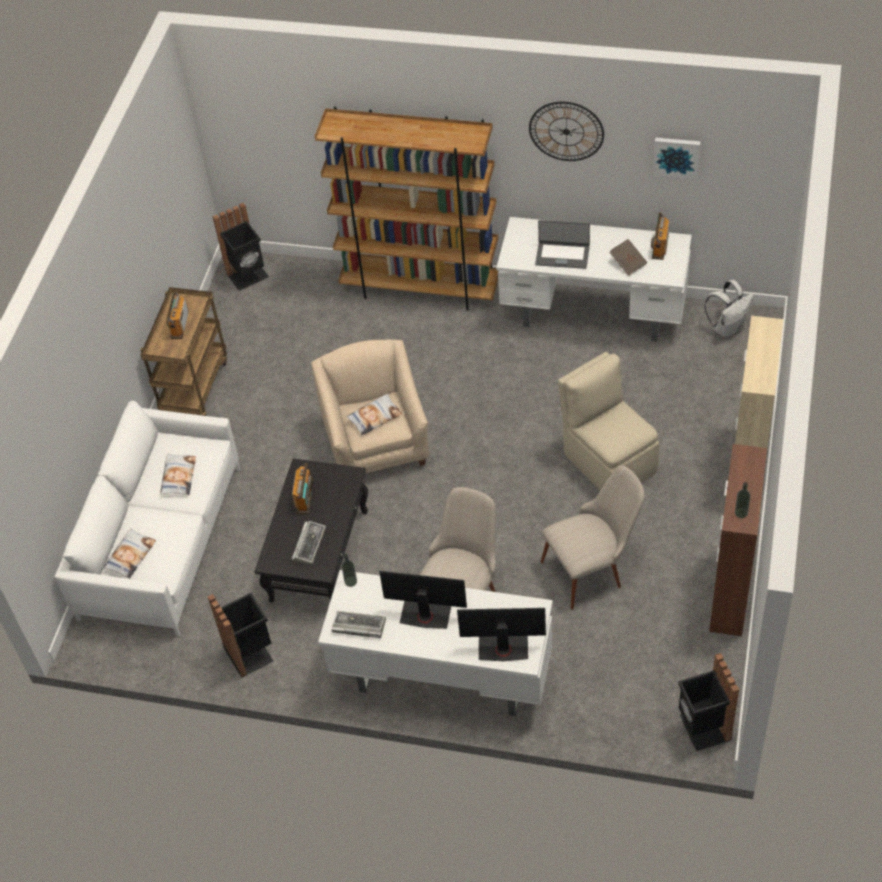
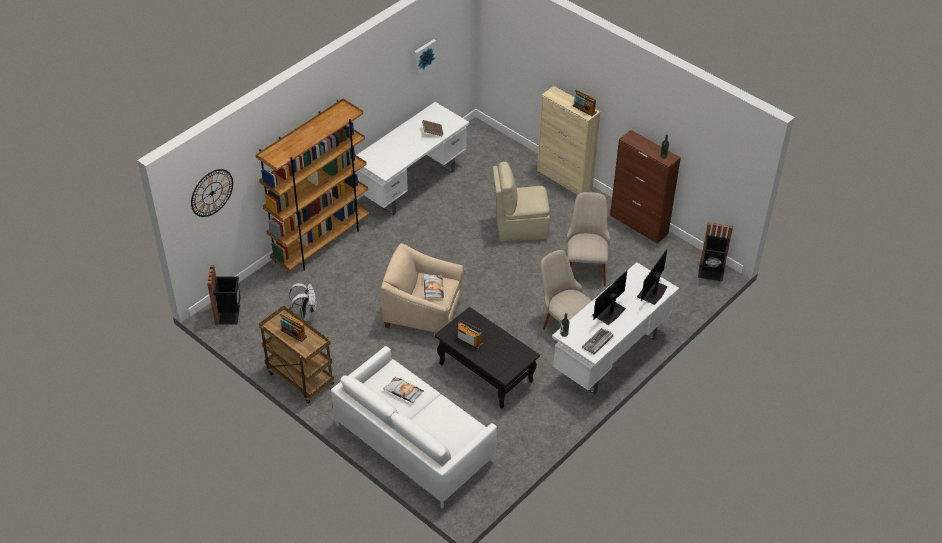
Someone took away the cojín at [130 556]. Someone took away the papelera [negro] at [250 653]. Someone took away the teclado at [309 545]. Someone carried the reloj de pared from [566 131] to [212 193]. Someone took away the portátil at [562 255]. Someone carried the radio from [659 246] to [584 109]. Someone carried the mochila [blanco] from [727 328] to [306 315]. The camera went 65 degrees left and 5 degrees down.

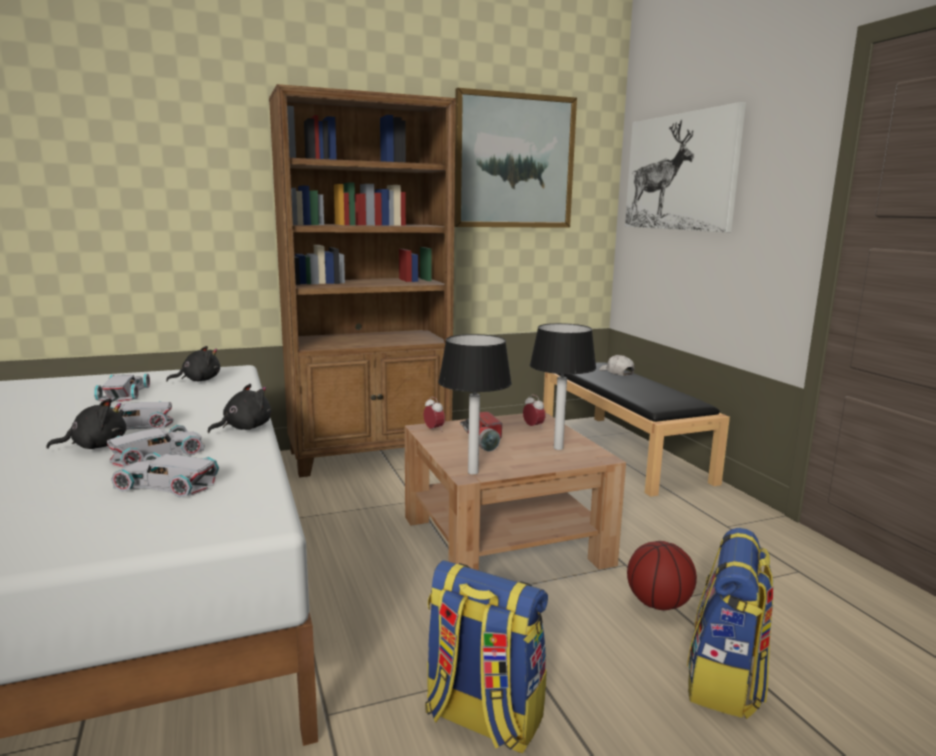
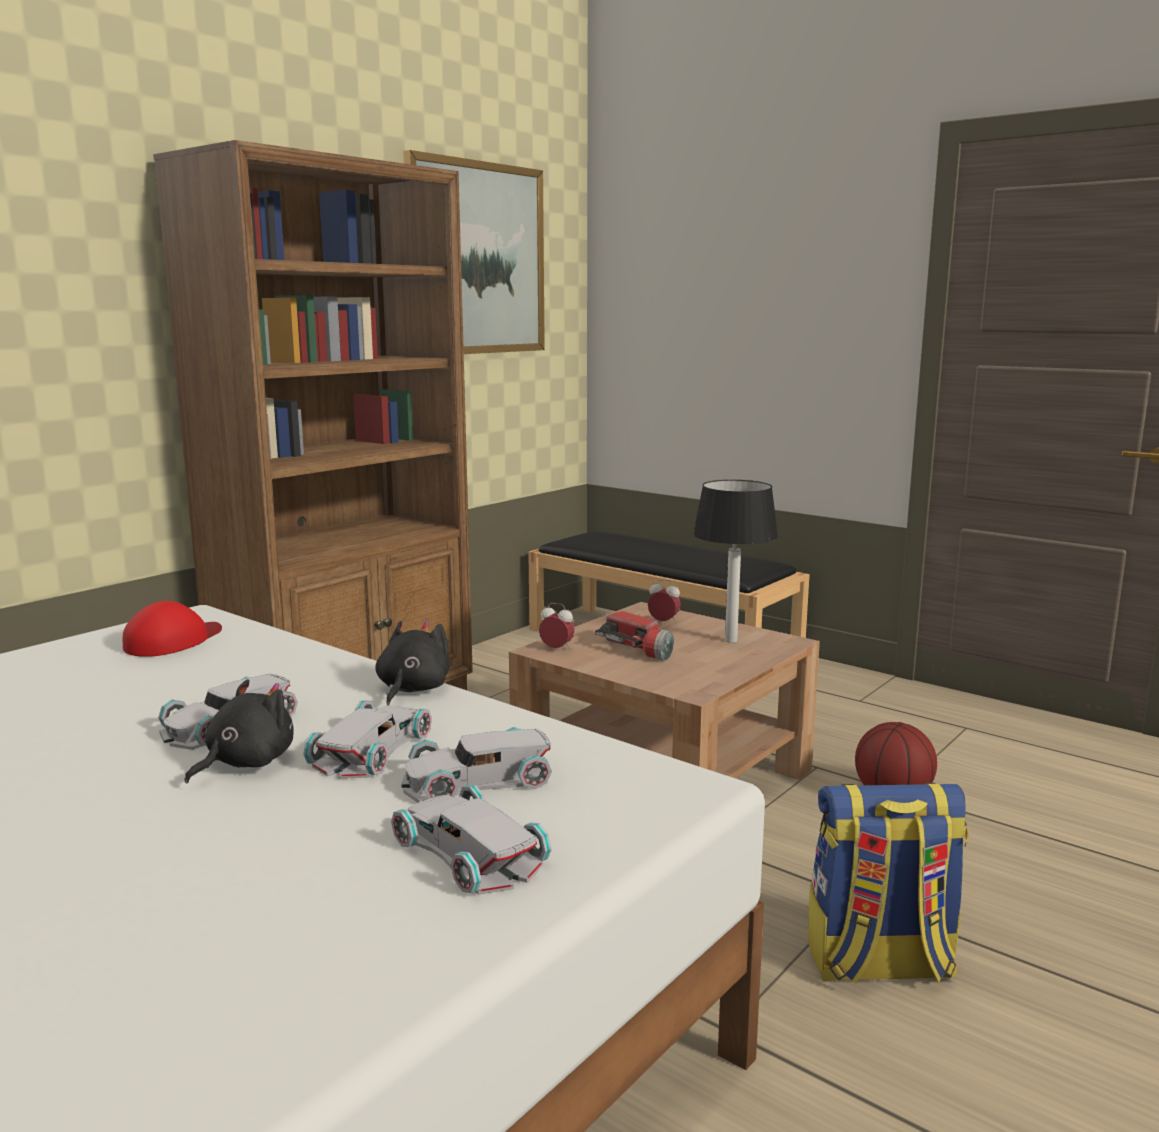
Someone carried the coche de juguete [blanco] from [125 393] to [470 850]. Someone swapped the peluche [negro] at [198 380] for the gorra [rojo] at [173 641]. Someone took away the lámpara de mesa at [473 472]. Someone took away the gorra [blanco] at [616 372]. Someone took away the cuadro at [679 172]. Someone took away the mochila at [725 681]. The camera went 30 degrees left and 0 degrees up.

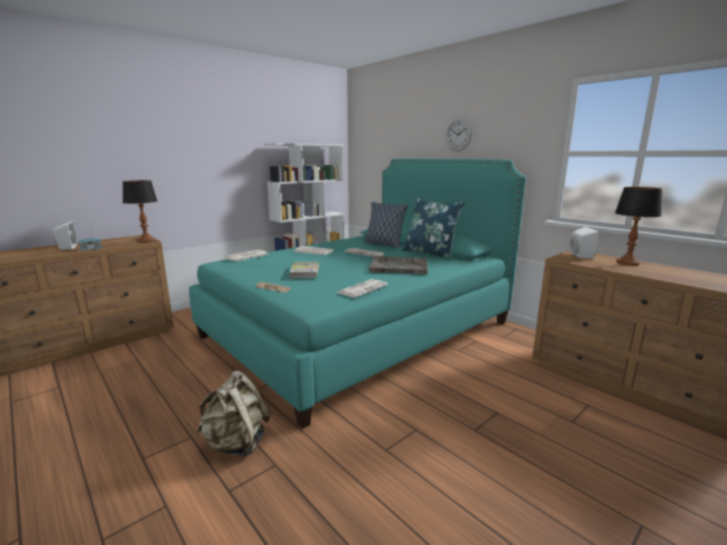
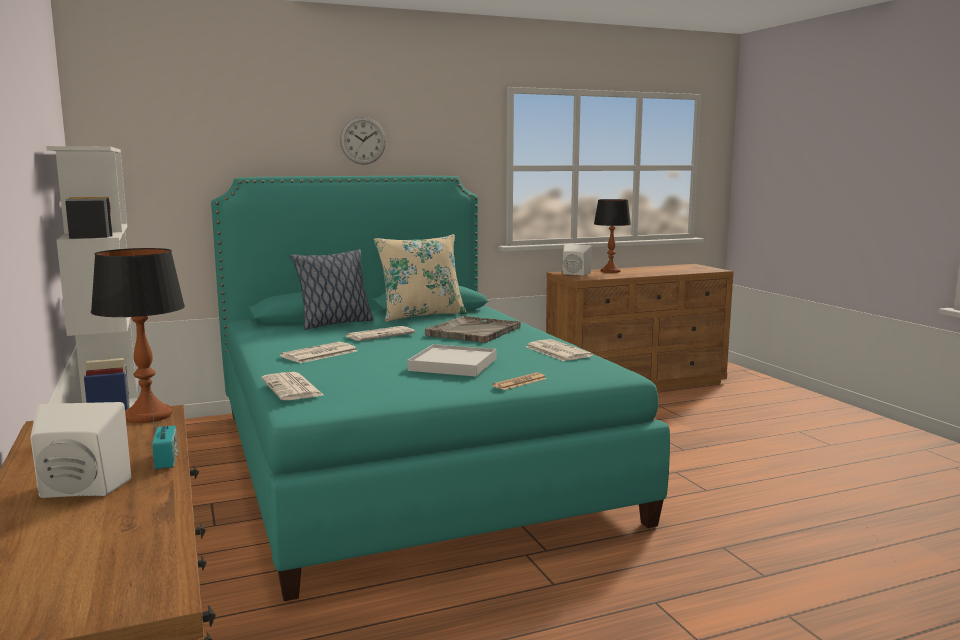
Someone took away the mochila [beis] at [236 443]. Someone swapped the libro at [304 272] for the bandeja [blanco] at [453 365]. Someone repainted the cojín [azul] at [430 253], which became the cojín [beis] at [421 315]. The camera went 70 degrees left and 5 degrees down.

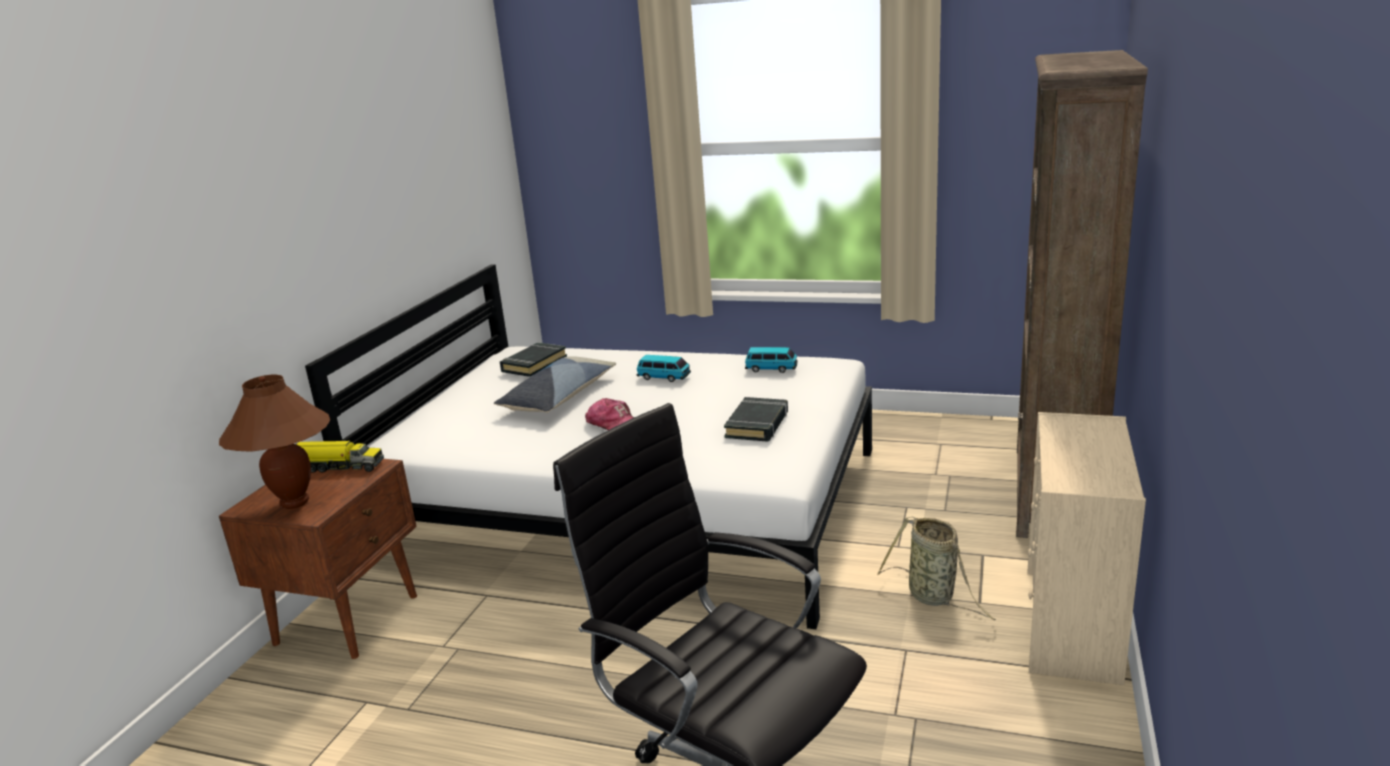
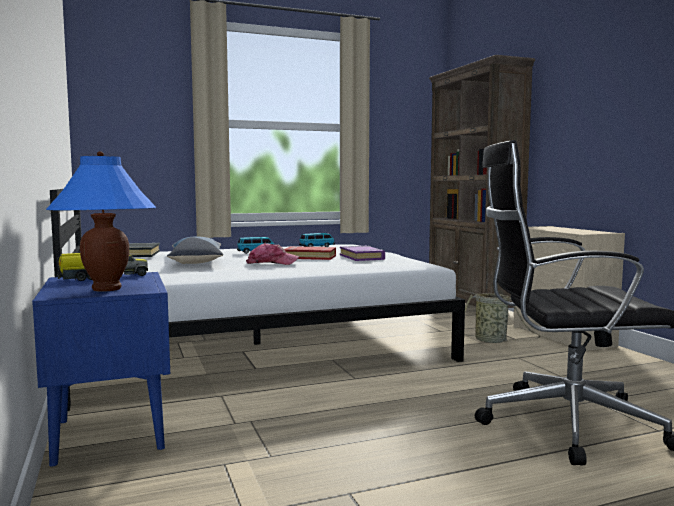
Someone repainted the lámpara de mesa [marrón] at [295 502], which became the lámpara de mesa [azul] at [107 289]. Someone repainted the mesita de noche [marrón] at [349 618], which became the mesita de noche [azul] at [111 433]. Someone repainted the libro [negro] at [757 425], which became the libro [morado] at [362 257]. Someone put down the libro [rojo] at [310 257]. The camera went 40 degrees left and 15 degrees down.

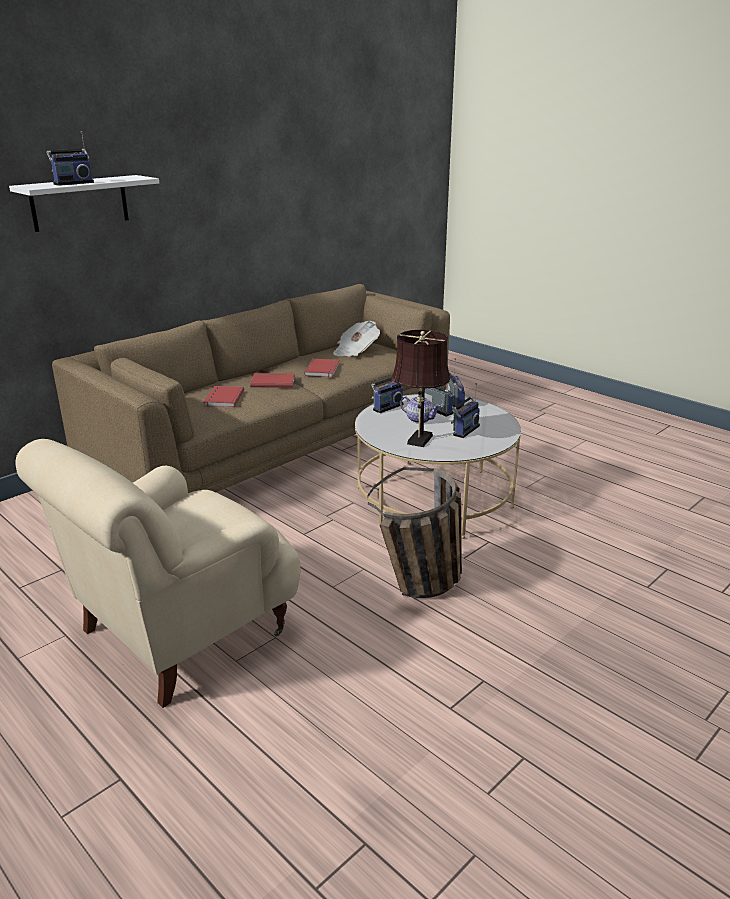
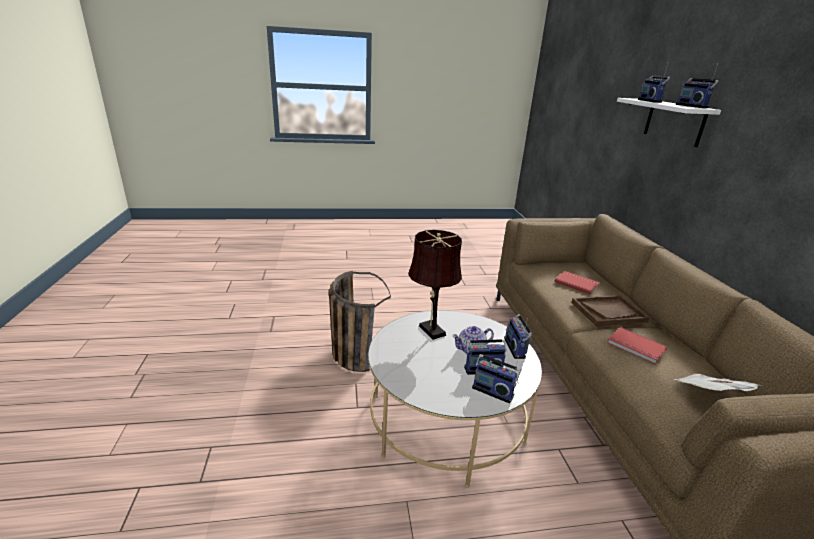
Someone took away the sillón [beis] at [180 634]. Someone swapped the libro [rojo] at [273 382] for the bandeja [marrón] at [608 312]. Someone carried the radio from [464 430] to [692 106]. The camera went 125 degrees right and 0 degrees up.

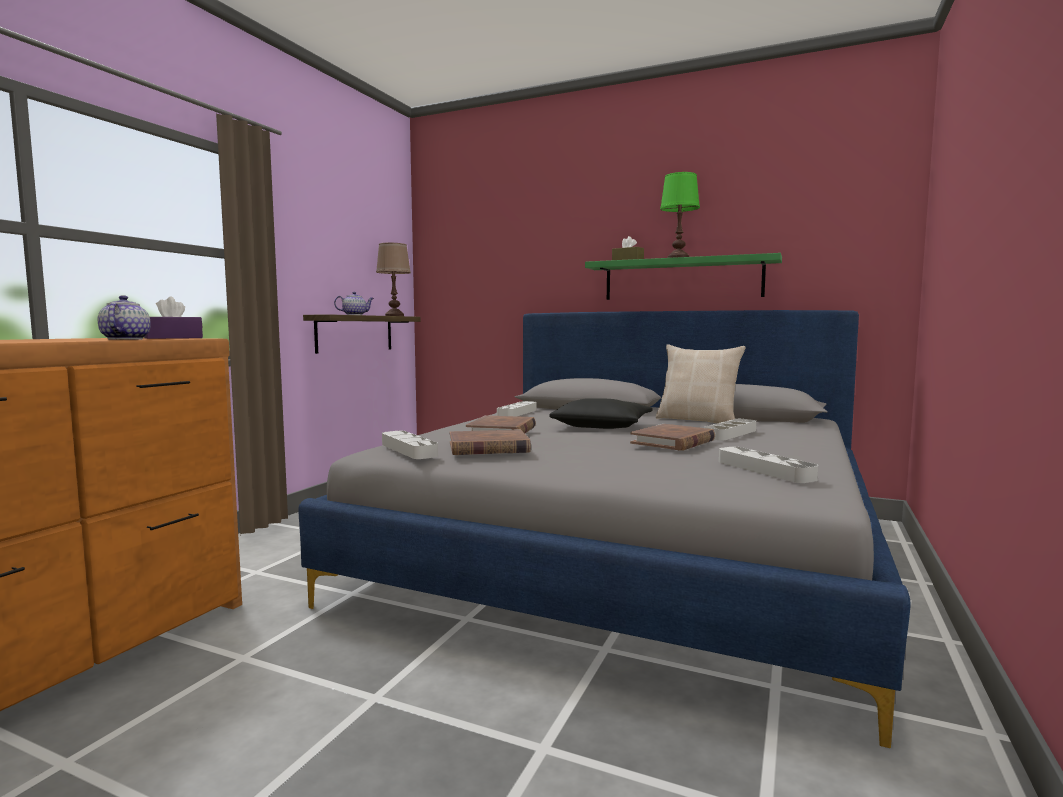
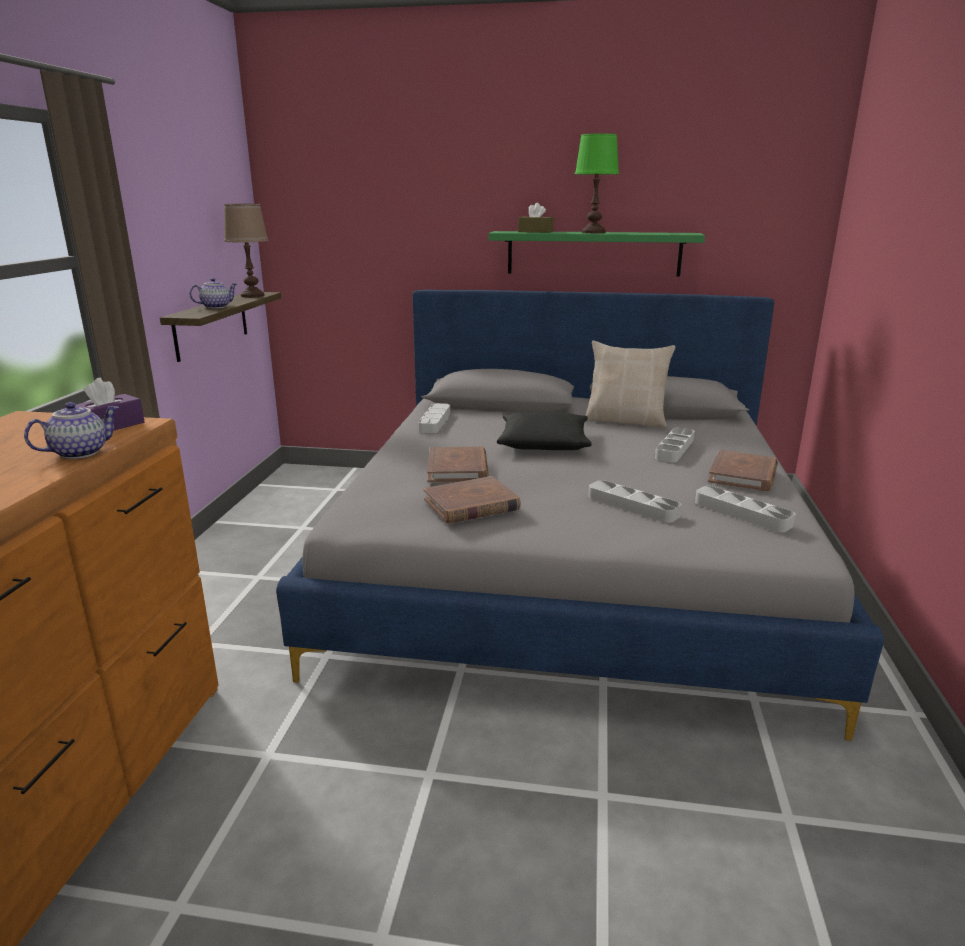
Someone rotated the tetera at [124 339] by 75 degrees clockwise. Someone carried the bandeja [gris] from [408 450] to [632 506]. Someone carried the libro [marrón] from [673 442] to [743 475]. The camera went 15 degrees left and 15 degrees up.

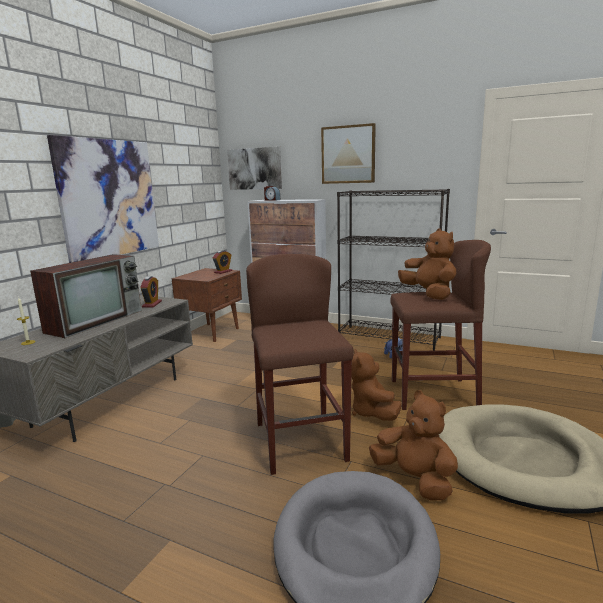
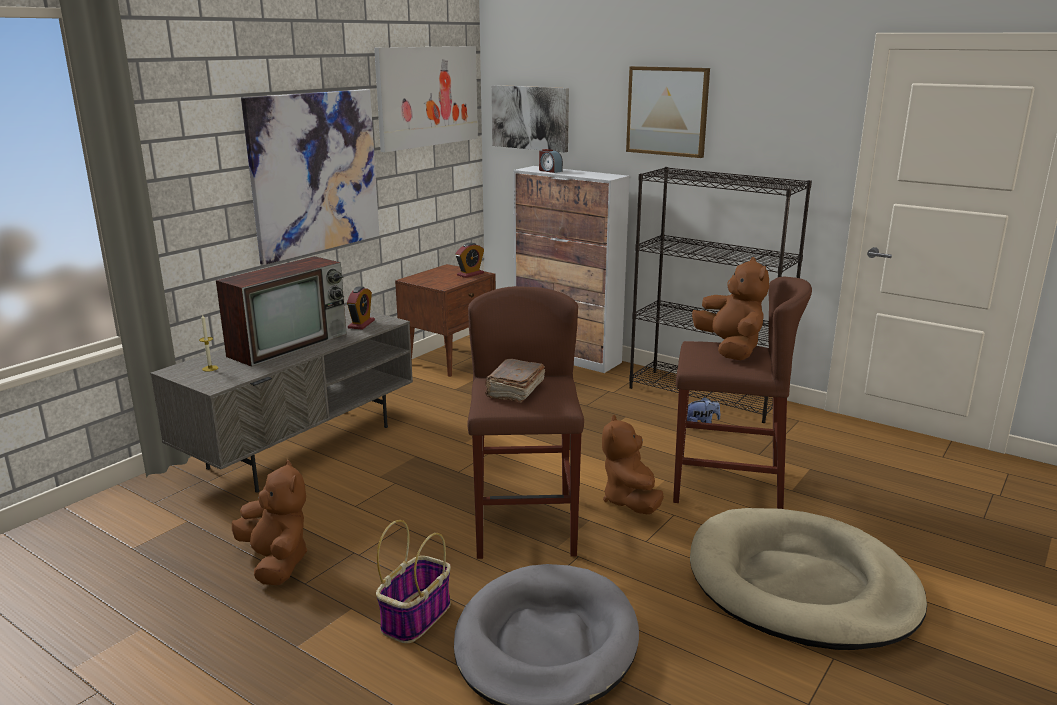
Someone carried the peluche [marrón] from [414 479] to [276 562]. Someone put up the cuadro at [428 96]. Someone put down the cesta at [416 616]. Someone put down the libro [marrón] at [514 391]. The camera went 10 degrees right and 5 degrees up.

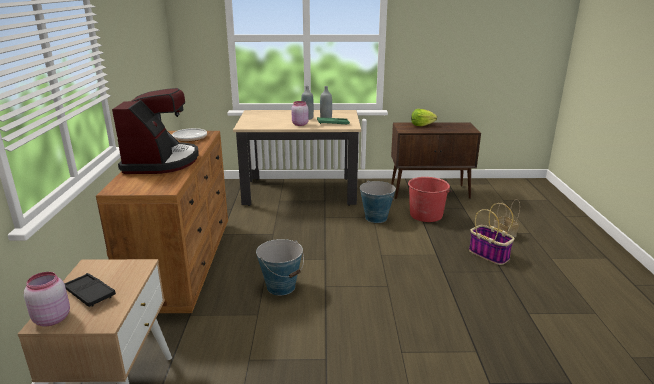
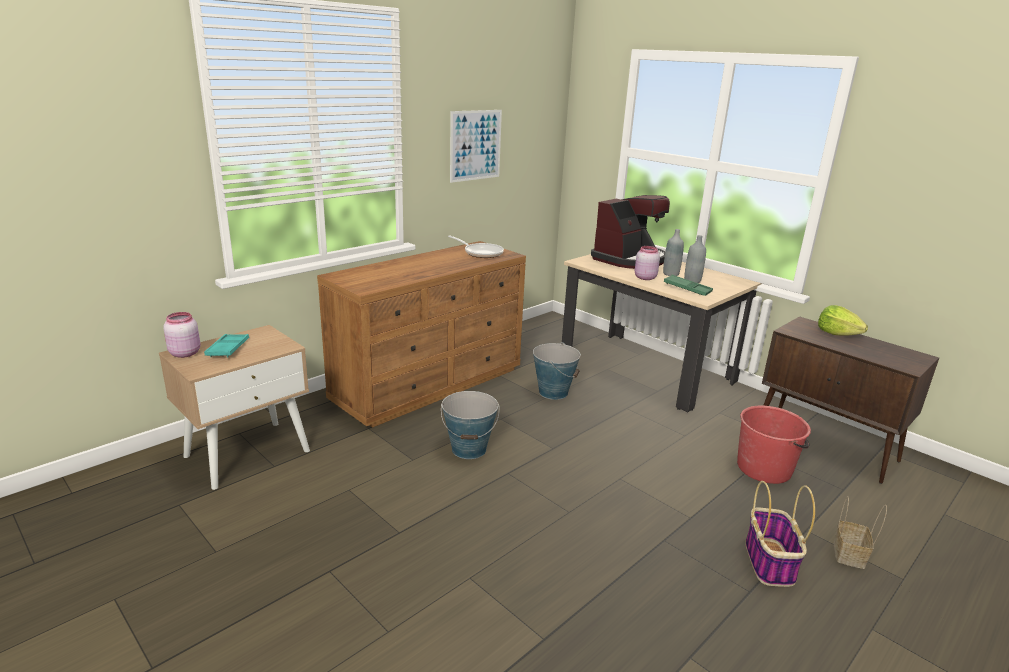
Someone repainted the bandeja [negro] at [89 293], which became the bandeja [turquesa] at [228 349]. Someone carried the cafetera from [161 162] to [630 259]. Someone carried the cubo from [376 218] to [553 392]. Someone put up the cuadro at [475 145]. The camera went 45 degrees right and 0 degrees up.

